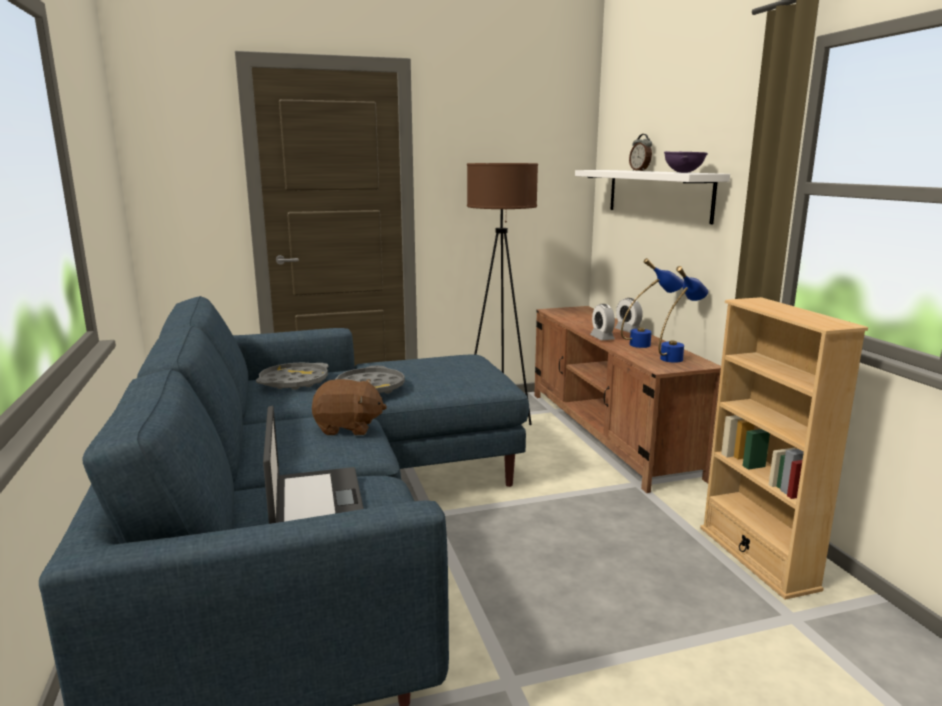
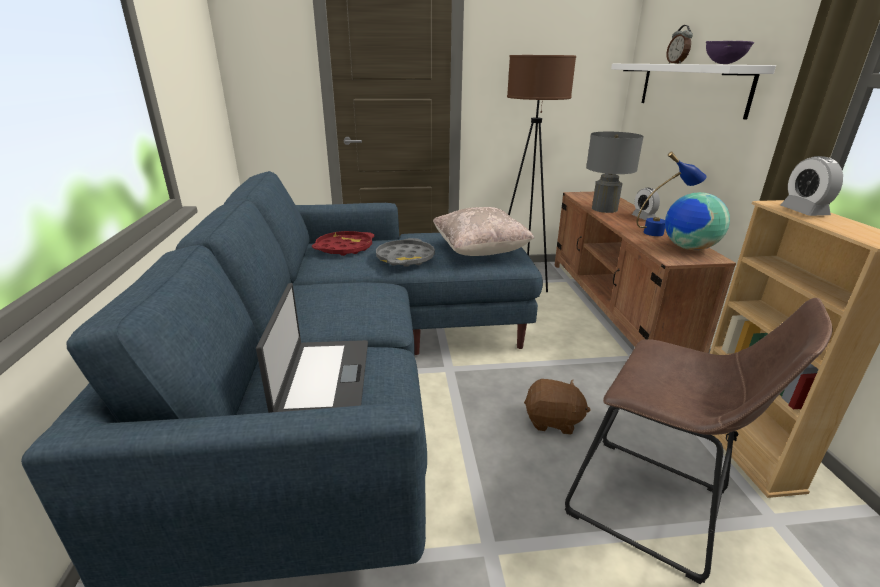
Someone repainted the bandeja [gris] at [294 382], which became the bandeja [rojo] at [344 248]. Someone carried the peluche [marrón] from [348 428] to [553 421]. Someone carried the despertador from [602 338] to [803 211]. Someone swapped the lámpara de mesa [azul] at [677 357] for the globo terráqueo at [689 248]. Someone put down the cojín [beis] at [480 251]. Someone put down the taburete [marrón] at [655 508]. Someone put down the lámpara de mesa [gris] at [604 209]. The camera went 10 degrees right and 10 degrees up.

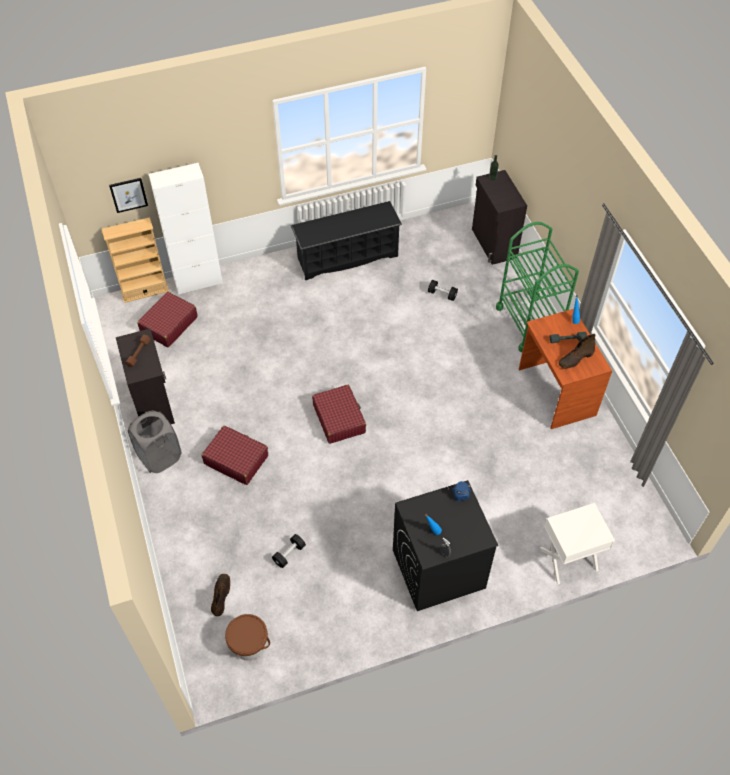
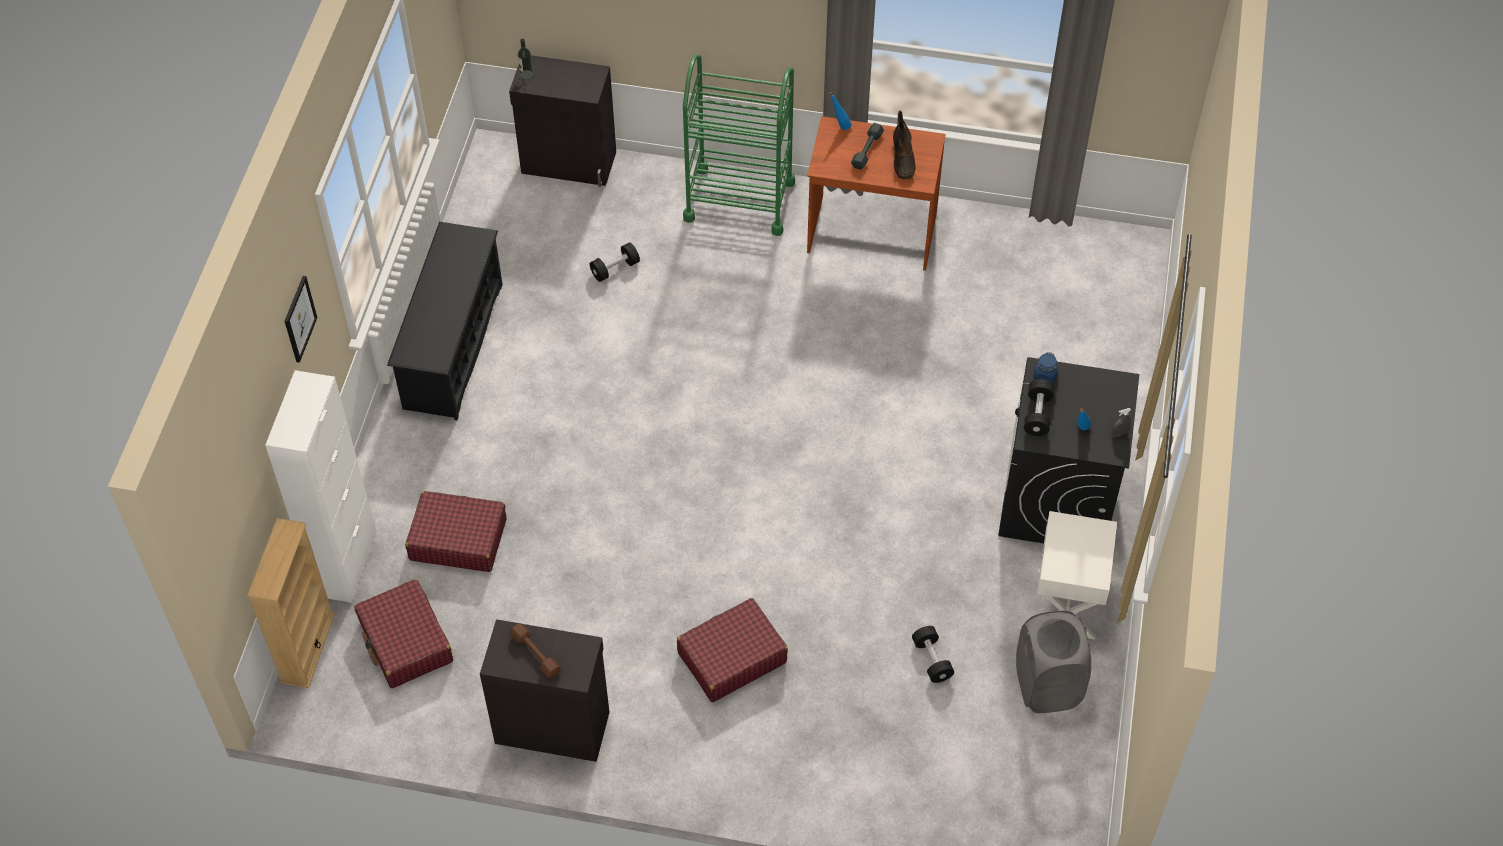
Someone carried the cuadro from [128 194] to [299 319]. Someone carried the cesto de la ropa [gris] from [159 457] to [1047 685]. Someone took away the bota [marrón] at [221 595]. Someone took away the cubo [marrón] at [249 645]. Someone carried the maleta [rojo] from [339 418] to [458 539]. Someone carried the mesita de noche [blanco] from [569 559] to [1067 604]. Someone put down the mancuerna [negro] at [1037 414]. The camera went 60 degrees left and 0 degrees up.

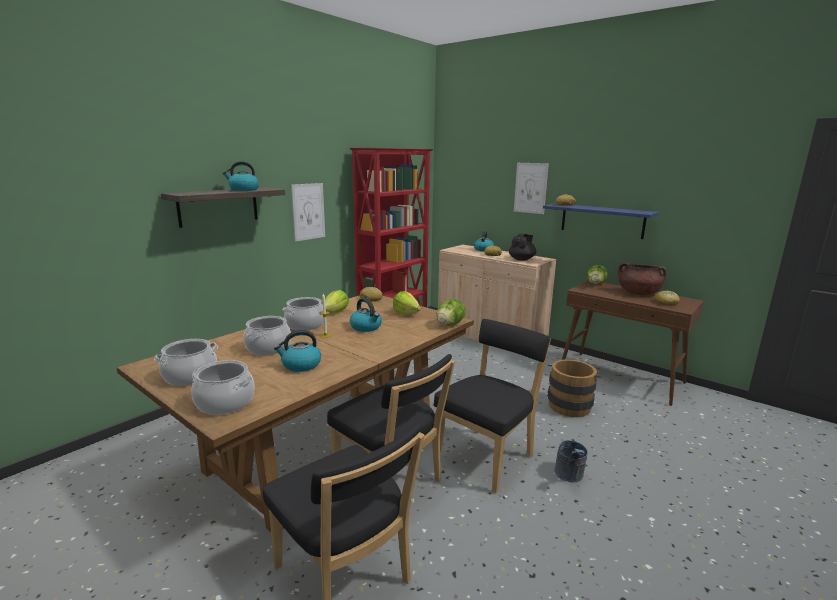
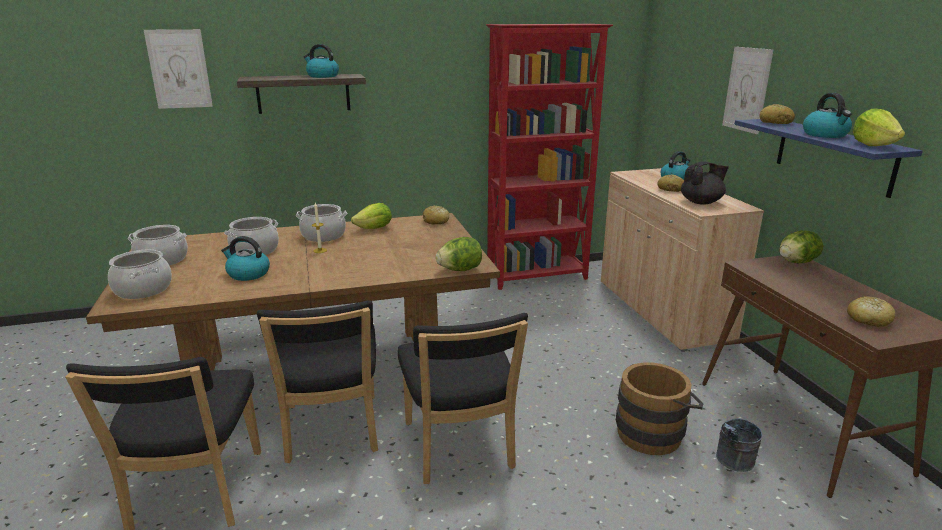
Someone carried the cuadro from [308 211] to [179 69]. Someone carried the hervidor from [366 327] to [825 135]. Someone carried the lechuga from [406 313] to [873 145]. Someone rotated the silla [negro] at [488 456] by 90 degrees clockwise. Someone carried the cubo [gris] from [569 477] to [732 463]. Someone took away the olla [marrón] at [638 293]. The camera went 35 degrees right and 5 degrees up.

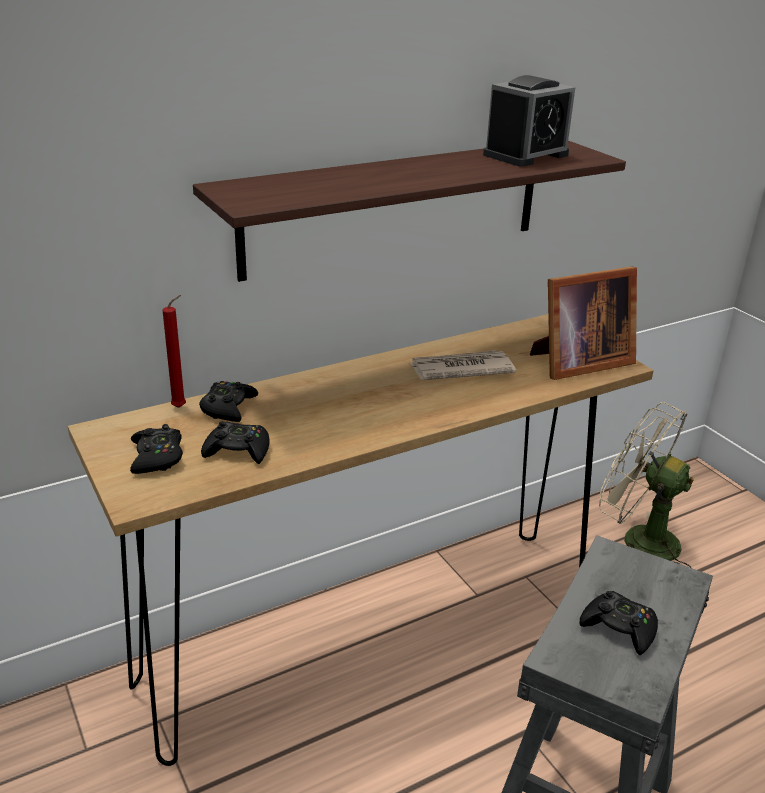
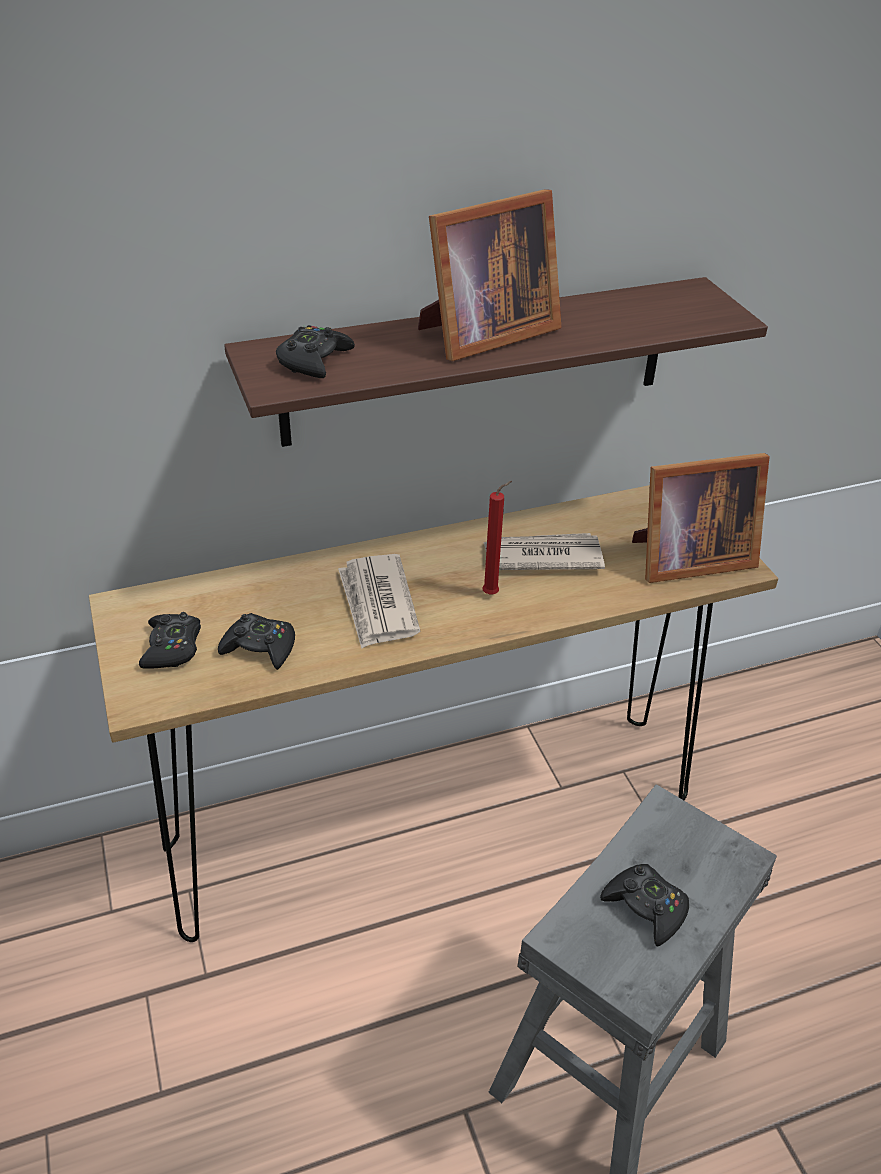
Someone carried the vela [rojo] from [181 407] to [493 594]. Someone carried the mando de consola [negro] from [228 408] to [314 361]. Someone took away the despertador at [525 155]. Someone took away the ventilador [beis] at [638 540]. Someone put down the periódico at [377 604]. Someone put down the portarretratos at [483 334]. The camera went 10 degrees right and 10 degrees up.

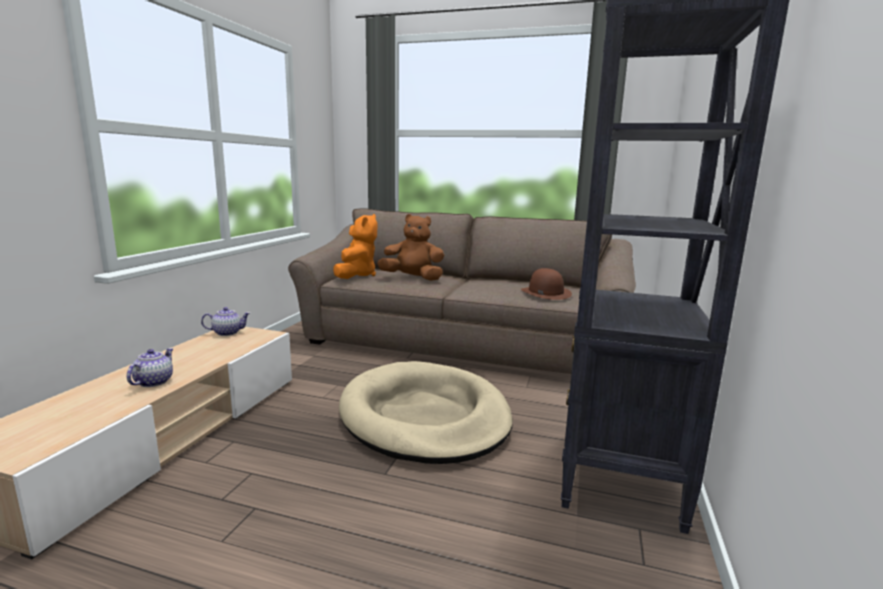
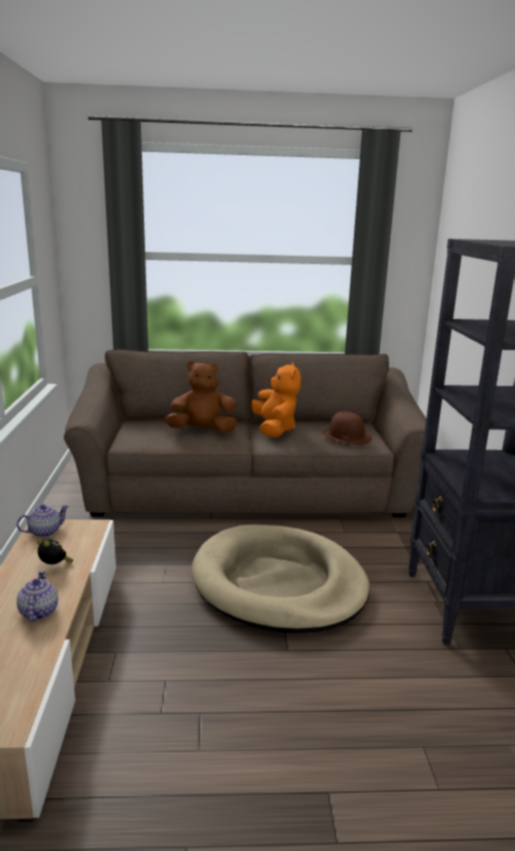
Someone carried the peluche [naranja] from [356 275] to [274 429]. Someone put down the despertador at [55 566]. The camera went 20 degrees left and 5 degrees up.

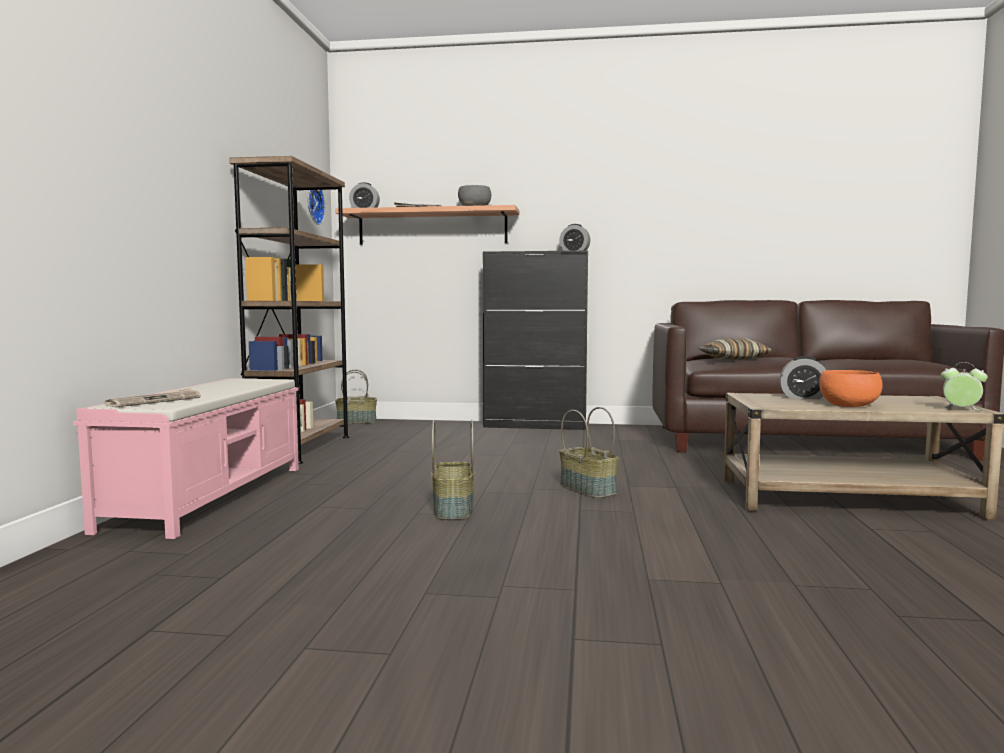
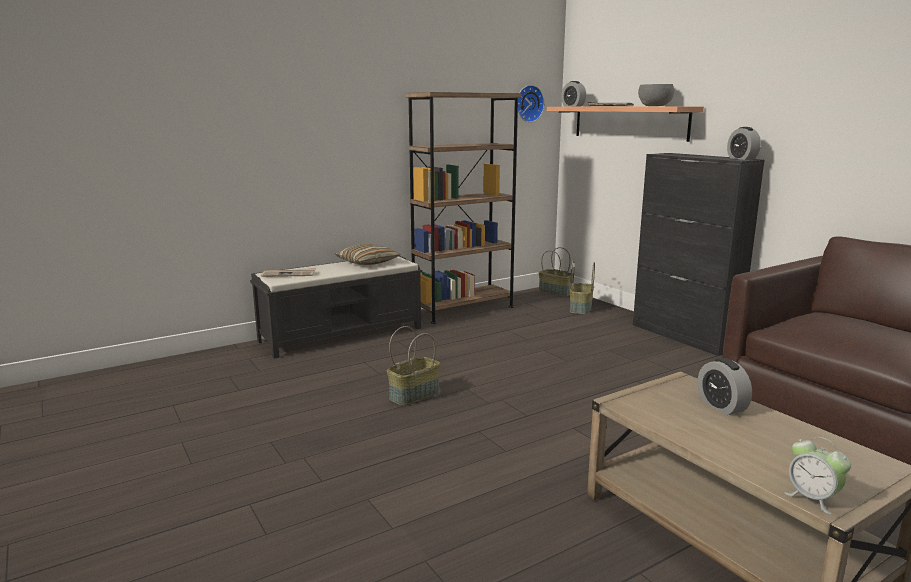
Someone repainted the banco [rosa] at [210 496], which became the banco [negro] at [342 334]. Someone carried the cesta from [589 489] to [581 308]. Someone carried the cojín from [733 359] to [367 262]. Someone took away the cuenco [naranja] at [849 405]. Someone rotated the despertador at [961 409] by 150 degrees clockwise. The camera went 50 degrees right and 10 degrees up.

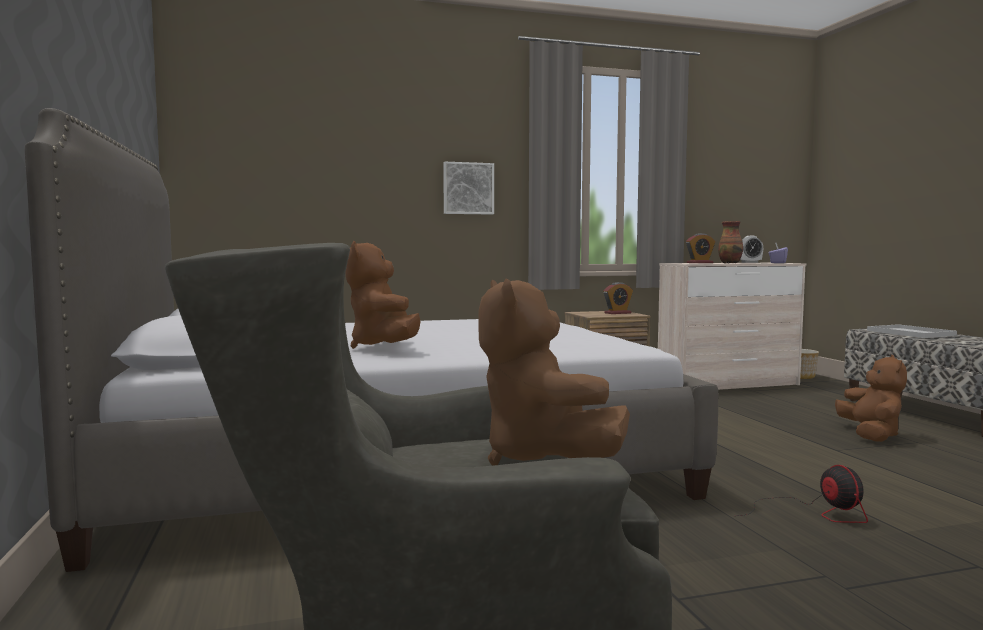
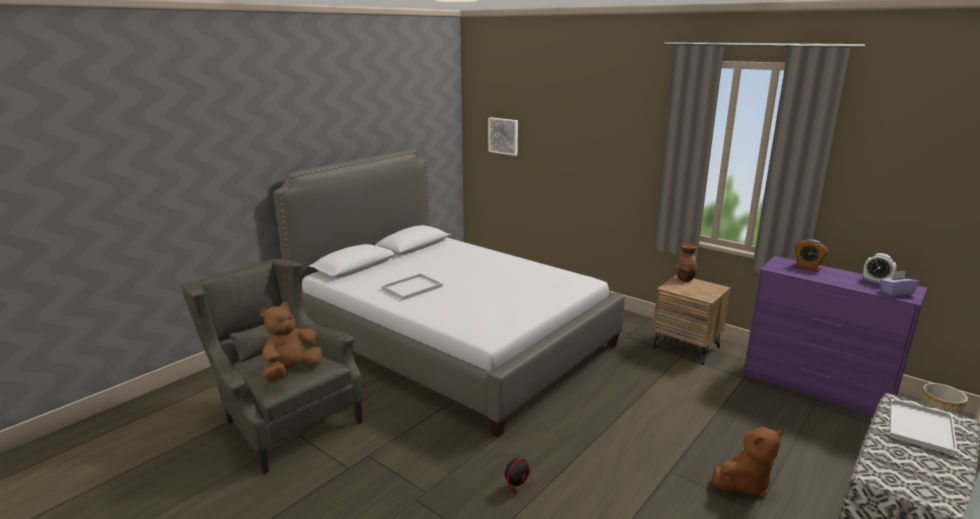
Someone swapped the peluche [marrón] at [384 347] for the bandeja [blanco] at [413 287]. Someone carried the cuadro from [468 188] to [504 136]. Someone took away the despertador at [617 313]. Someone repainted the cómoda [beis] at [728 385], which became the cómoda [morado] at [816 389]. Someone carried the florero from [730 263] to [685 279]. The camera went 55 degrees right and 15 degrees up.

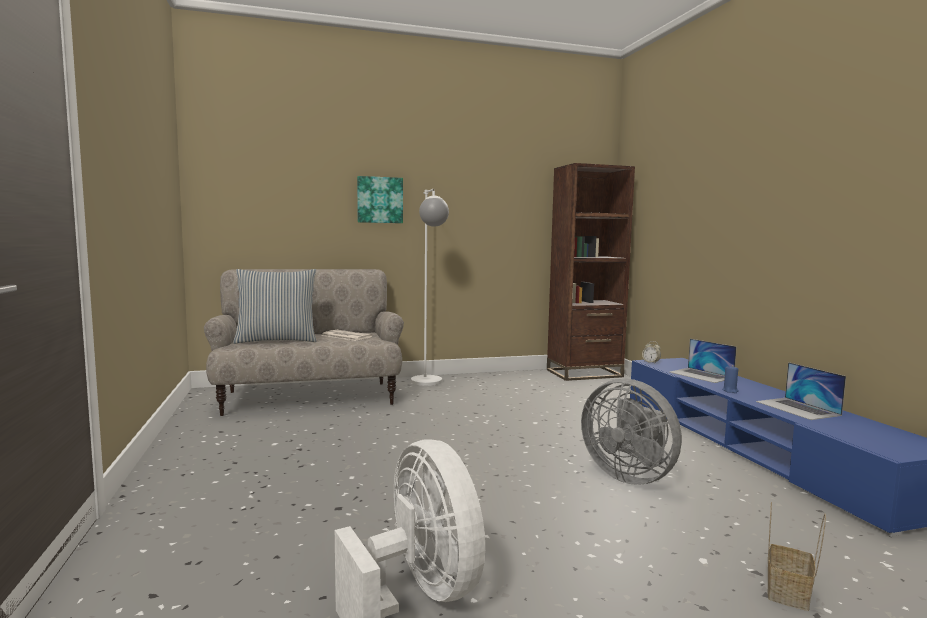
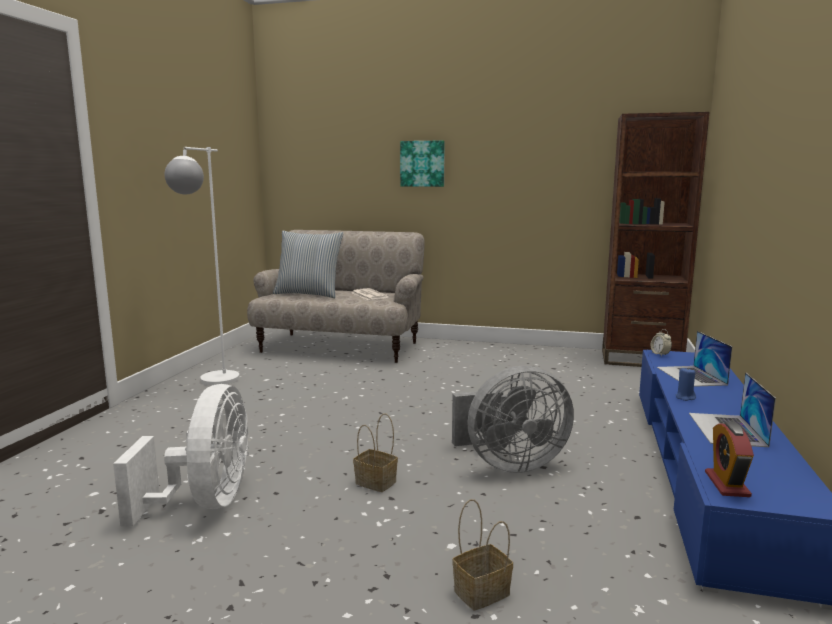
Someone carried the lámpara de pie [blanco] from [429 384] to [212 383]. Someone rotated the ventilador [gris] at [629 475] by 90 degrees counterclockwise. Someone put down the cesta at [377 482]. Someone put down the despertador at [727 484]. The camera went 30 degrees right and 5 degrees up.

